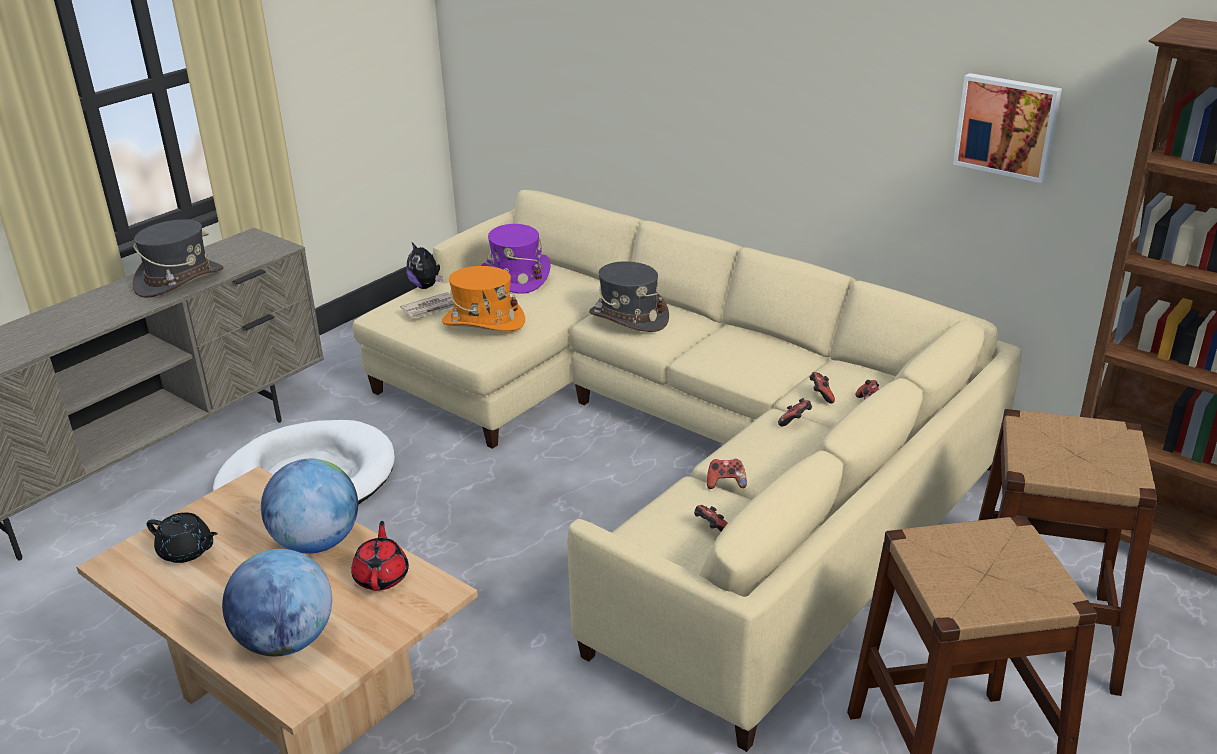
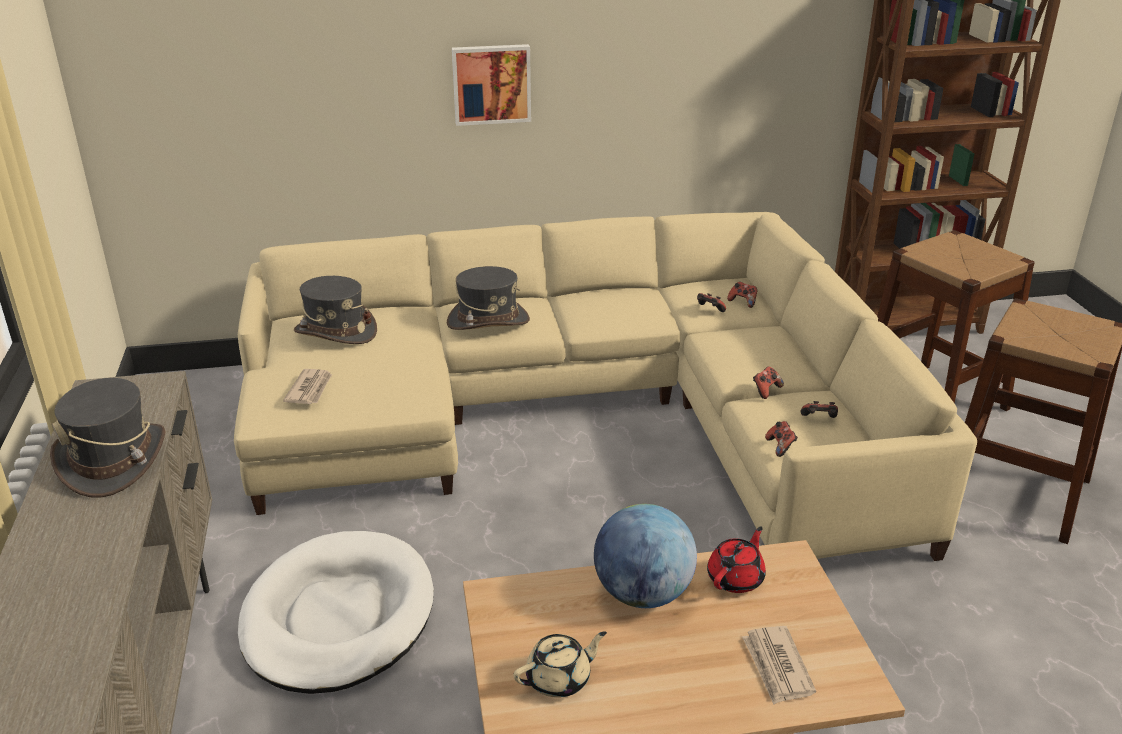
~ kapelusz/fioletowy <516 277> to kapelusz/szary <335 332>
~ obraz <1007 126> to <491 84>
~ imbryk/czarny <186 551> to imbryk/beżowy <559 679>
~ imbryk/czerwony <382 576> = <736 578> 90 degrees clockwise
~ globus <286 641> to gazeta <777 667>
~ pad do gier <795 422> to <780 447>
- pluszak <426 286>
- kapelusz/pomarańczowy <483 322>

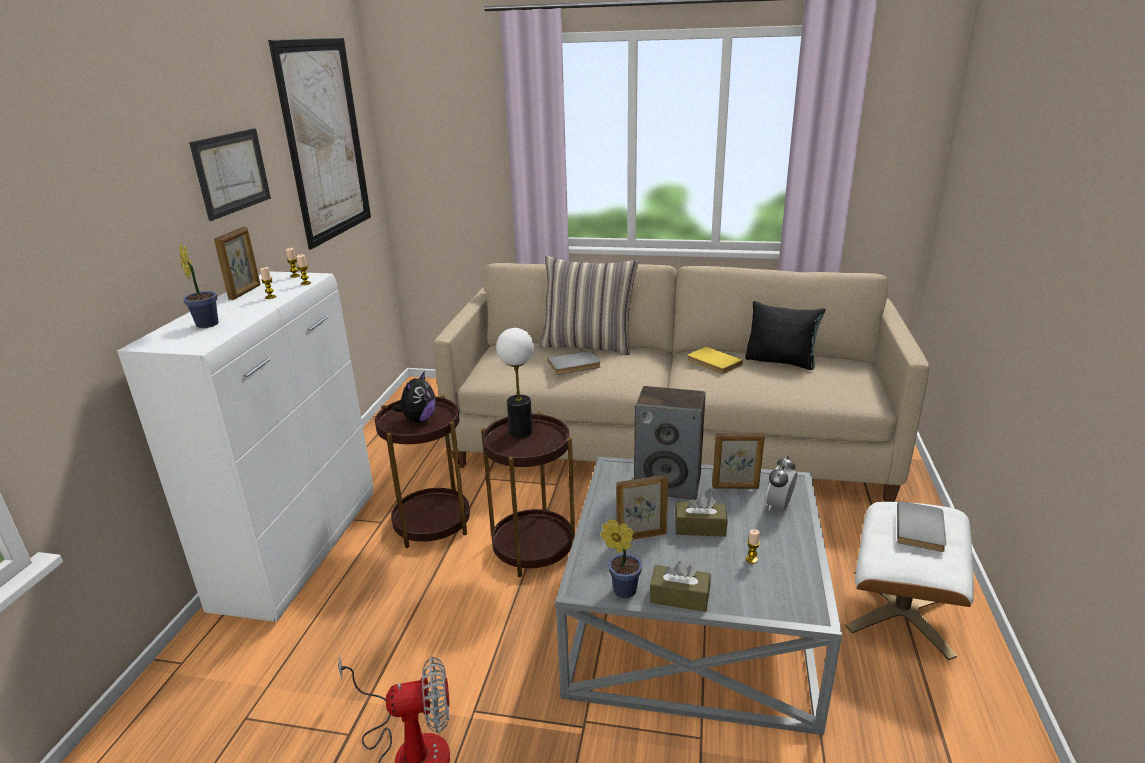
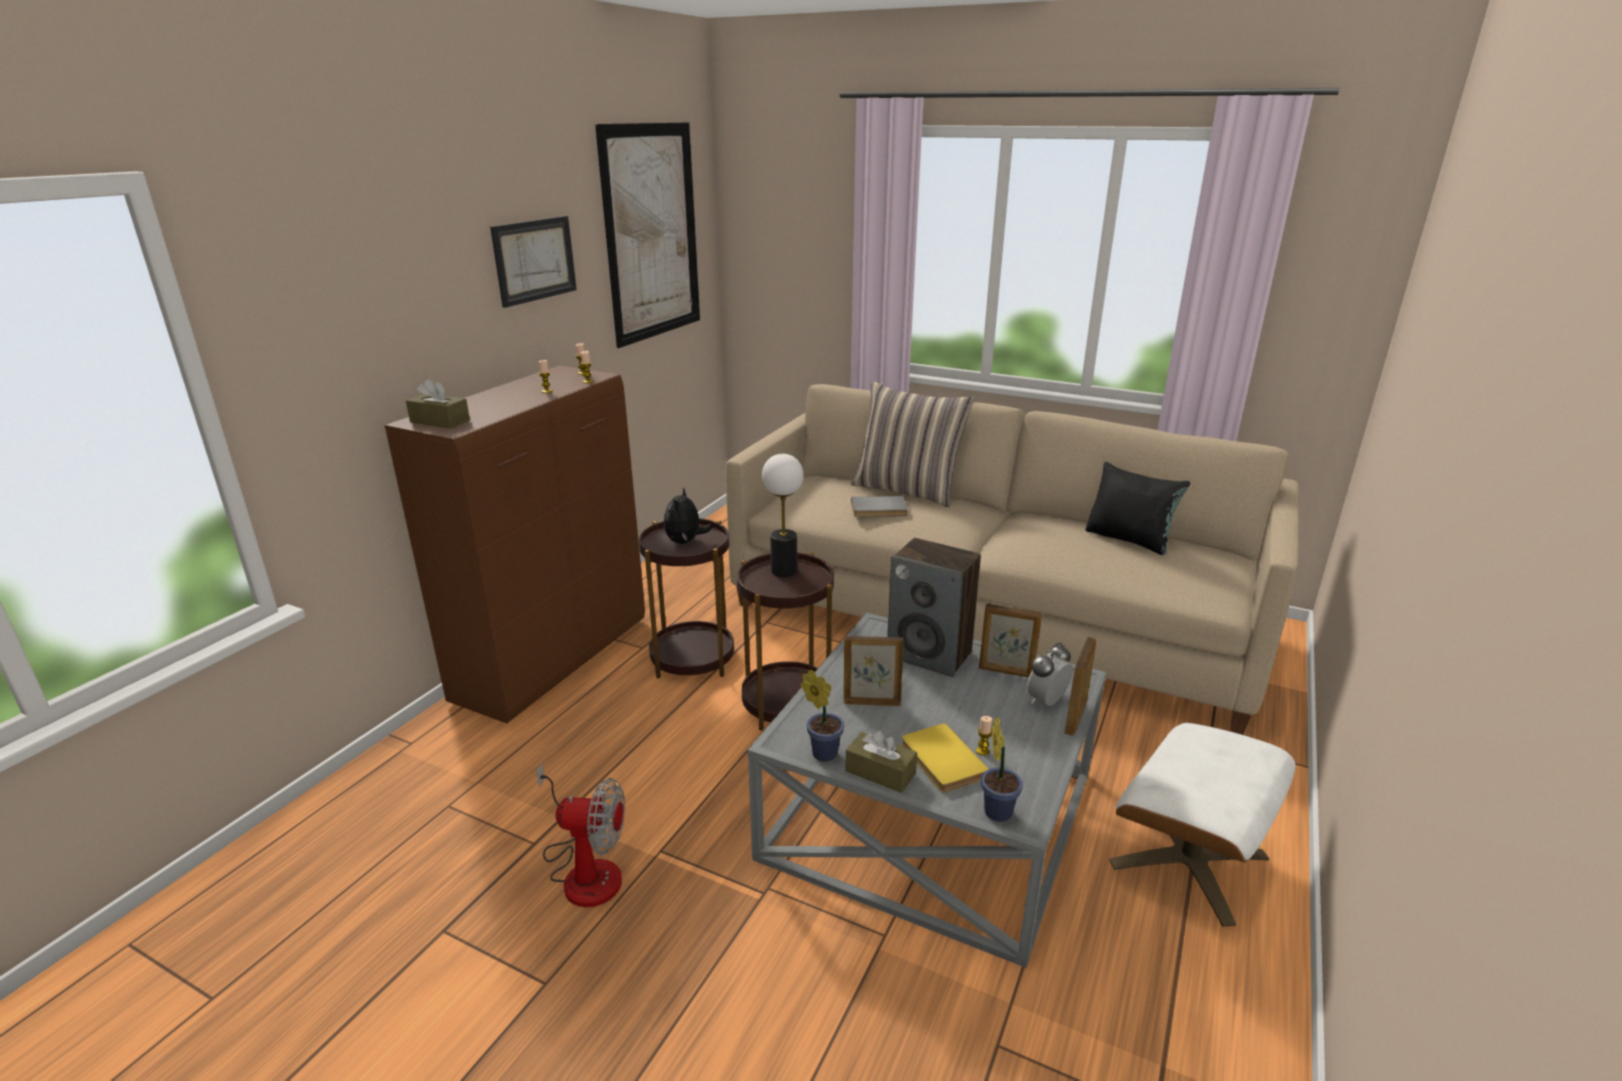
~ szafka/biały <300 549> to szafka/brązowy <555 659>
~ pudełko chusteczek/brązowy <700 527> to <440 421>
~ pluszak <418 419> = <685 541> 150 degrees clockwise
~ książka/żółty <713 363> to <940 761>
~ roślina doniczkowa <208 323> to <997 809>
~ ramka na zdjęcie <245 292> to <1075 718>
- książka/szary <922 529>

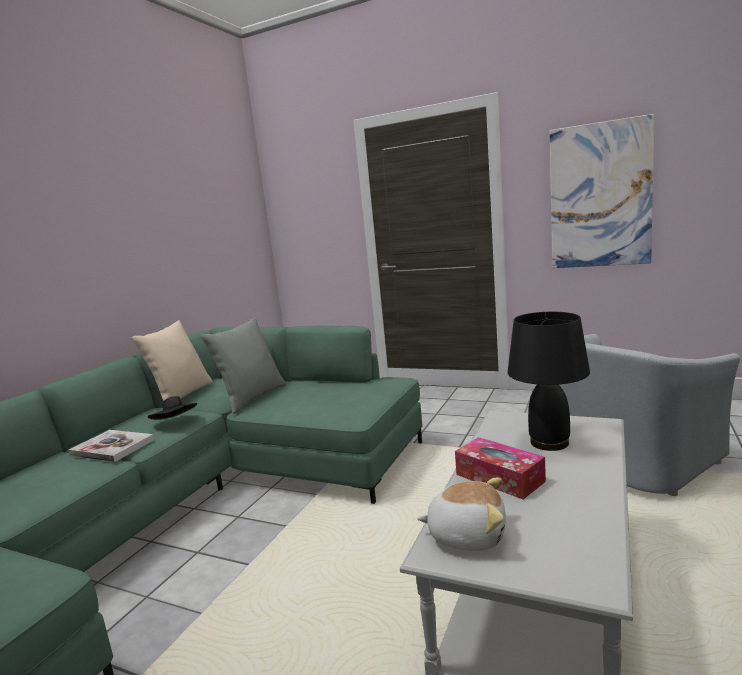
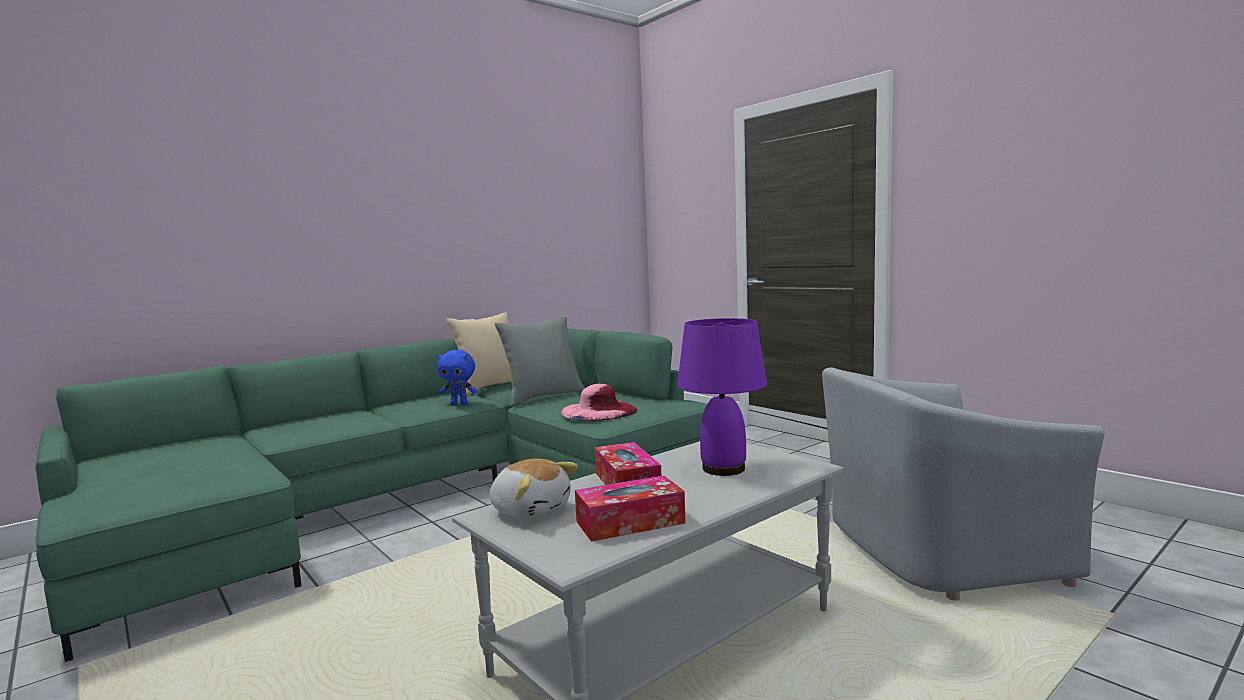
~ kapelusz/czarny <176 423> to pluszak/niebieski <459 404>
+ kapelusz/różowy <599 411>
+ pudełko chusteczek <630 522>
~ lampa stołowa/czarny <548 443> to lampa stołowa/fioletowy <722 469>
- książka <112 447>
- obraz <600 196>

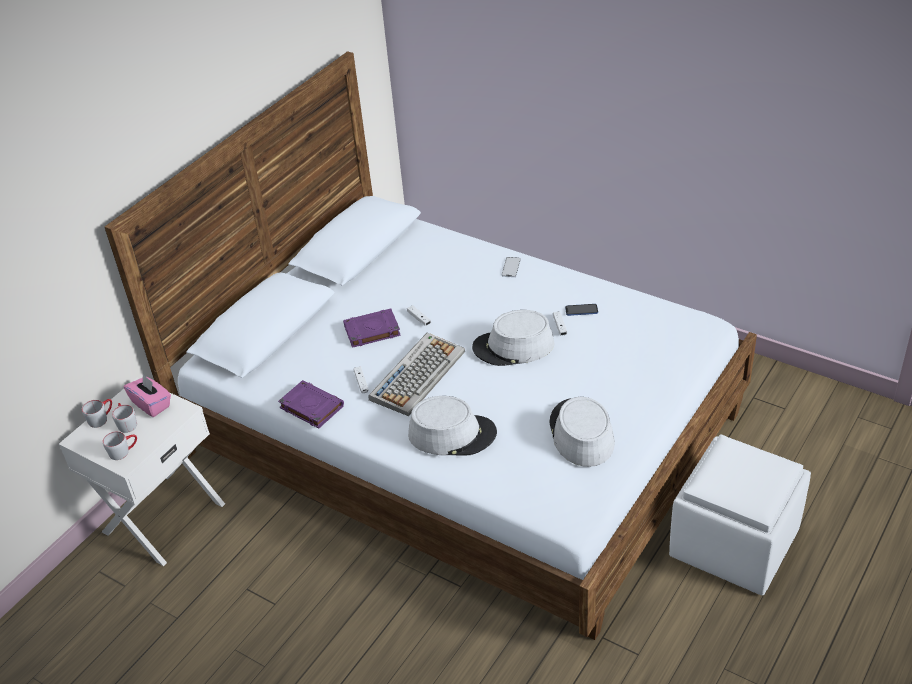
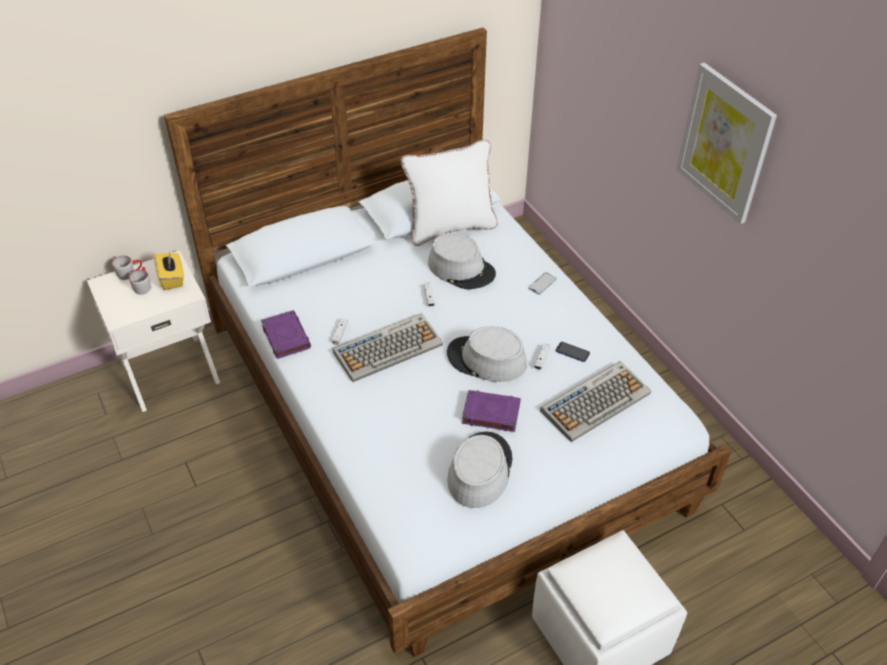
~ pudełko chusteczek/różowy <152 404> to pudełko chusteczek/żółty <172 278>
+ poduszka/biały <450 227>
~ kapelusz/szary <452 434> to <461 269>
~ książka/fioletowy <371 331> to <490 413>
+ klawiatura <595 401>
+ obraz <725 143>
- kubek/szary <124 451>

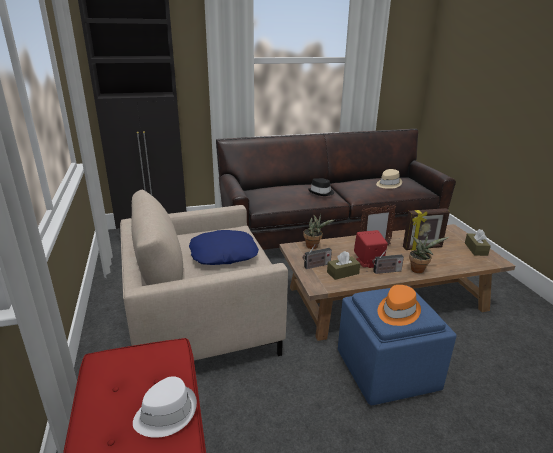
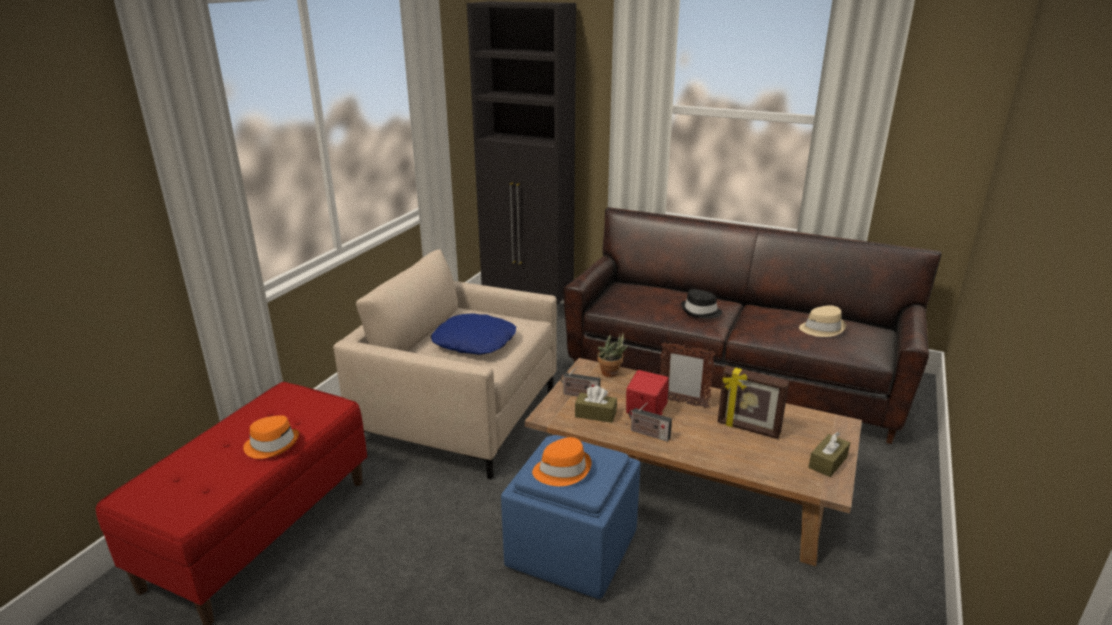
~ kapelusz/biały <166 413> to kapelusz/pomarańczowy <272 445>
- roślina doniczkowa <419 269>

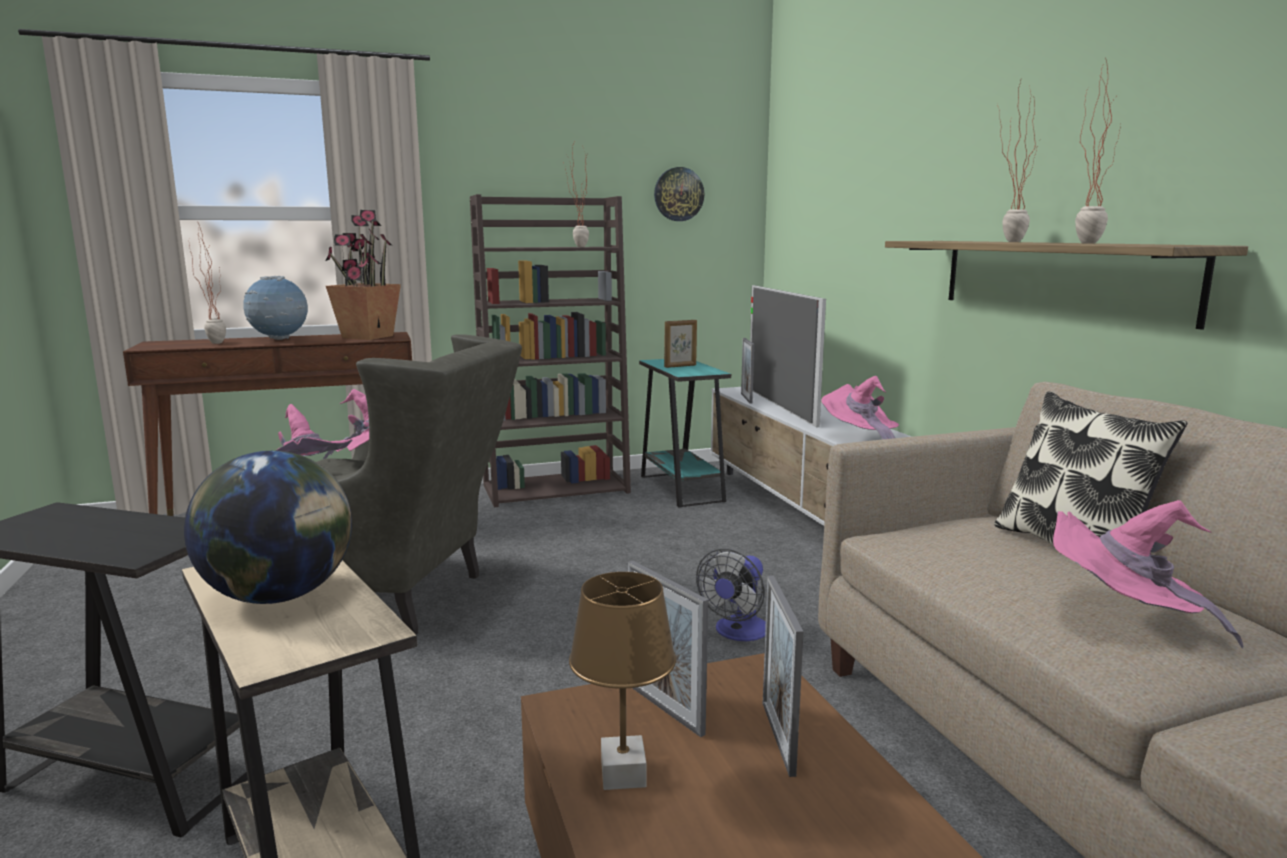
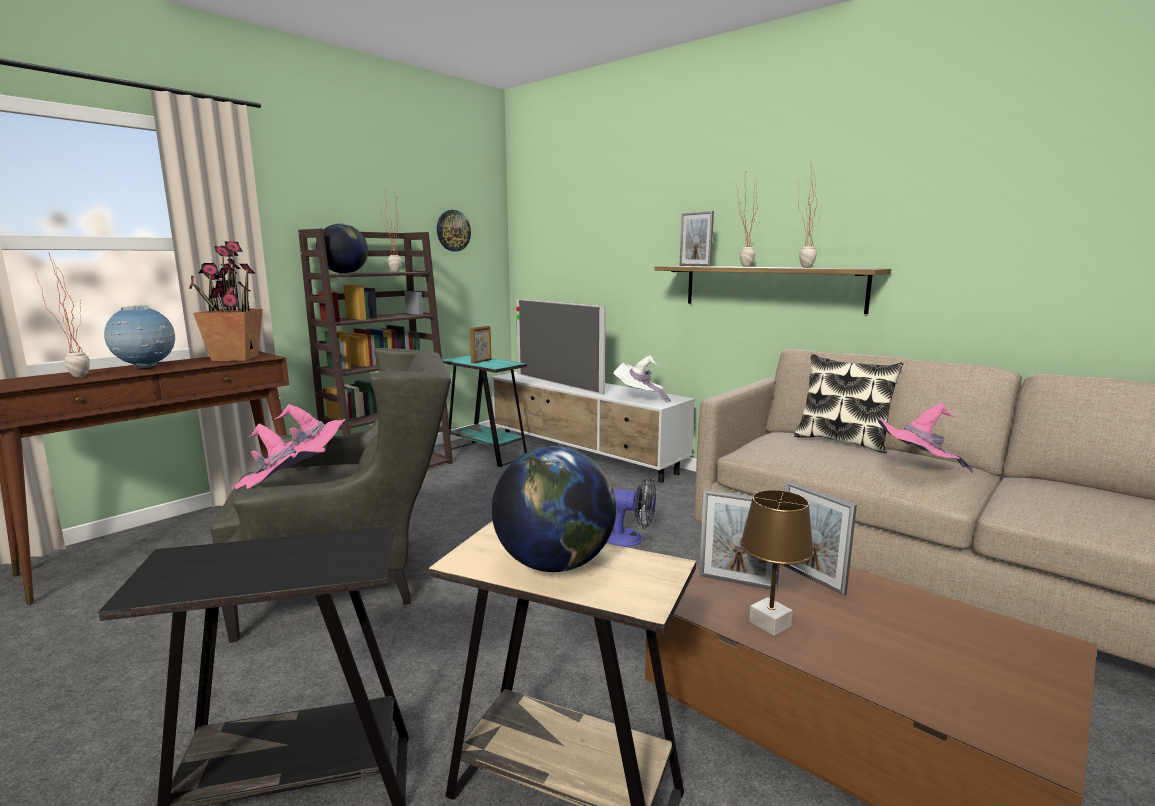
+ globus <344 273>
~ wentylator <737 632> = <631 539> 75 degrees counterclockwise
~ kapelusz/różowy <860 438> to kapelusz/biały <639 398>
~ ramka na zdjęcie <746 398> to <694 266>

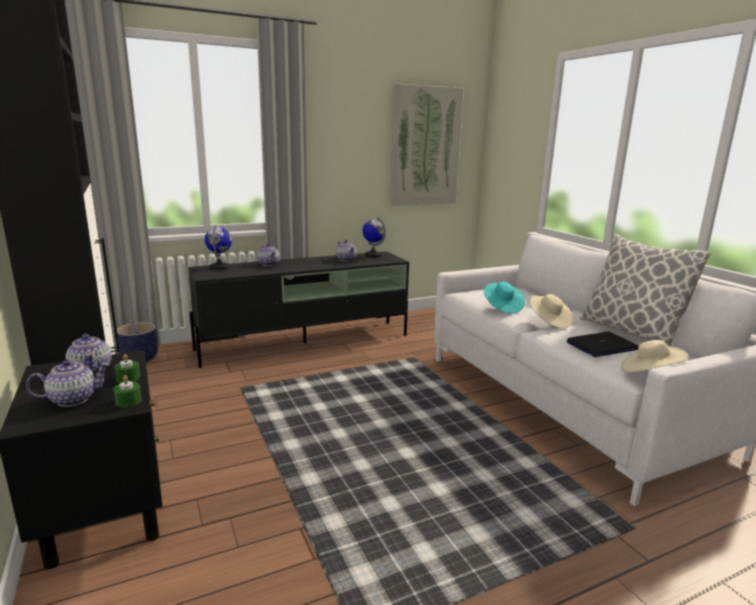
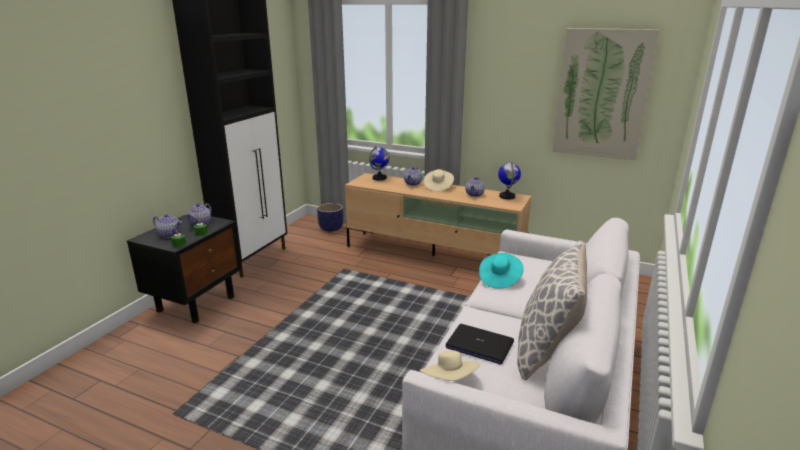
~ szafka pod telewizor/czarny <306 342> to szafka pod telewizor/beżowy <434 255>
~ kapelusz/beżowy <549 321> to <438 187>

